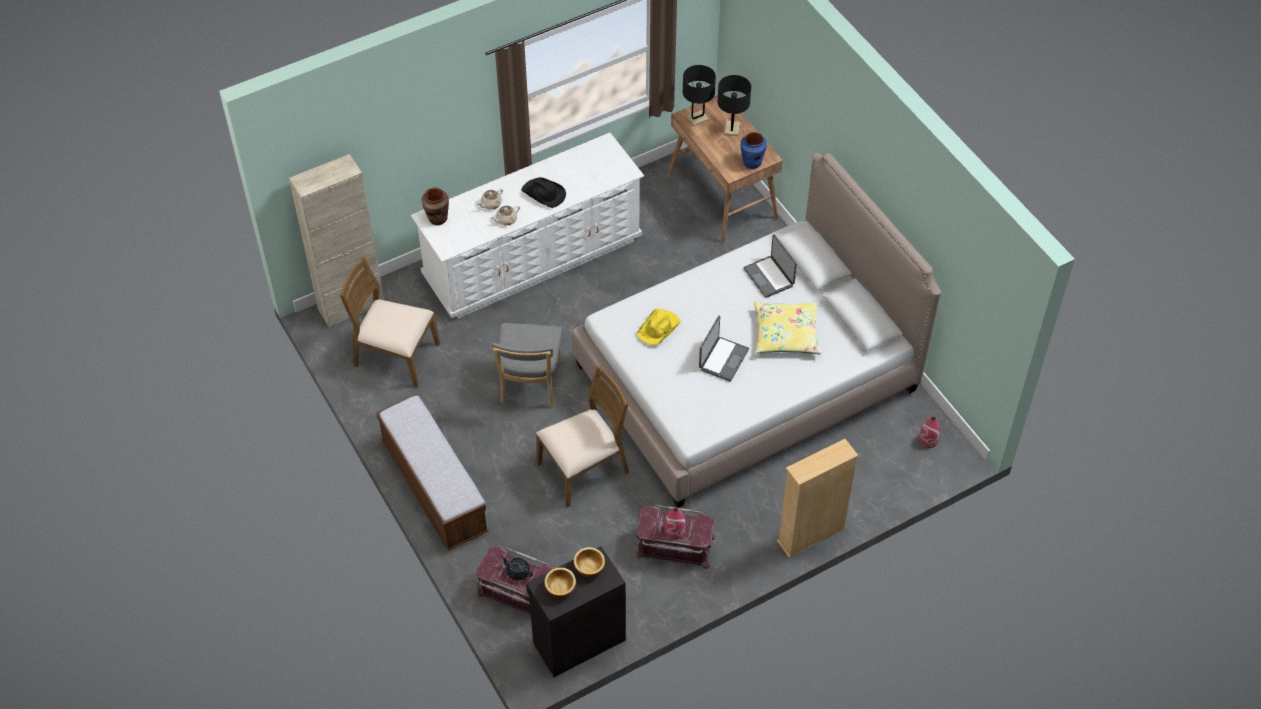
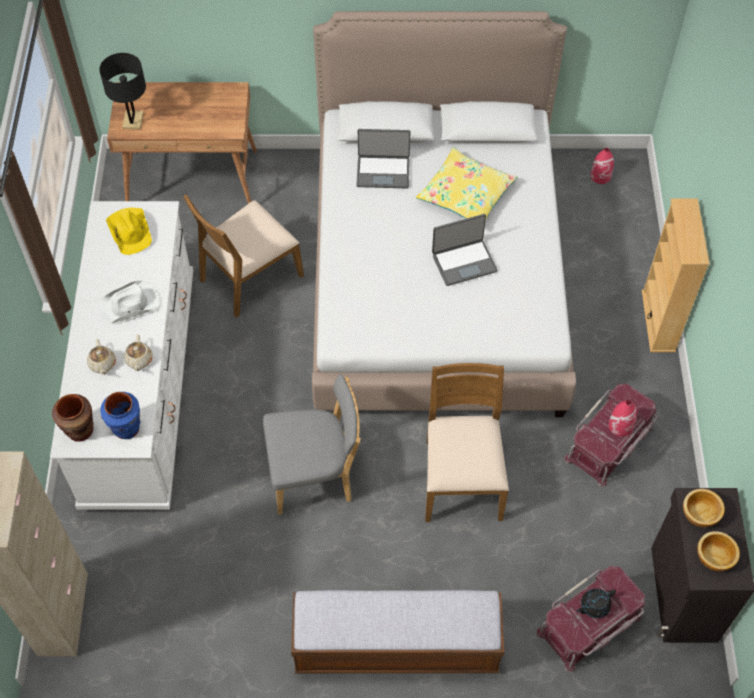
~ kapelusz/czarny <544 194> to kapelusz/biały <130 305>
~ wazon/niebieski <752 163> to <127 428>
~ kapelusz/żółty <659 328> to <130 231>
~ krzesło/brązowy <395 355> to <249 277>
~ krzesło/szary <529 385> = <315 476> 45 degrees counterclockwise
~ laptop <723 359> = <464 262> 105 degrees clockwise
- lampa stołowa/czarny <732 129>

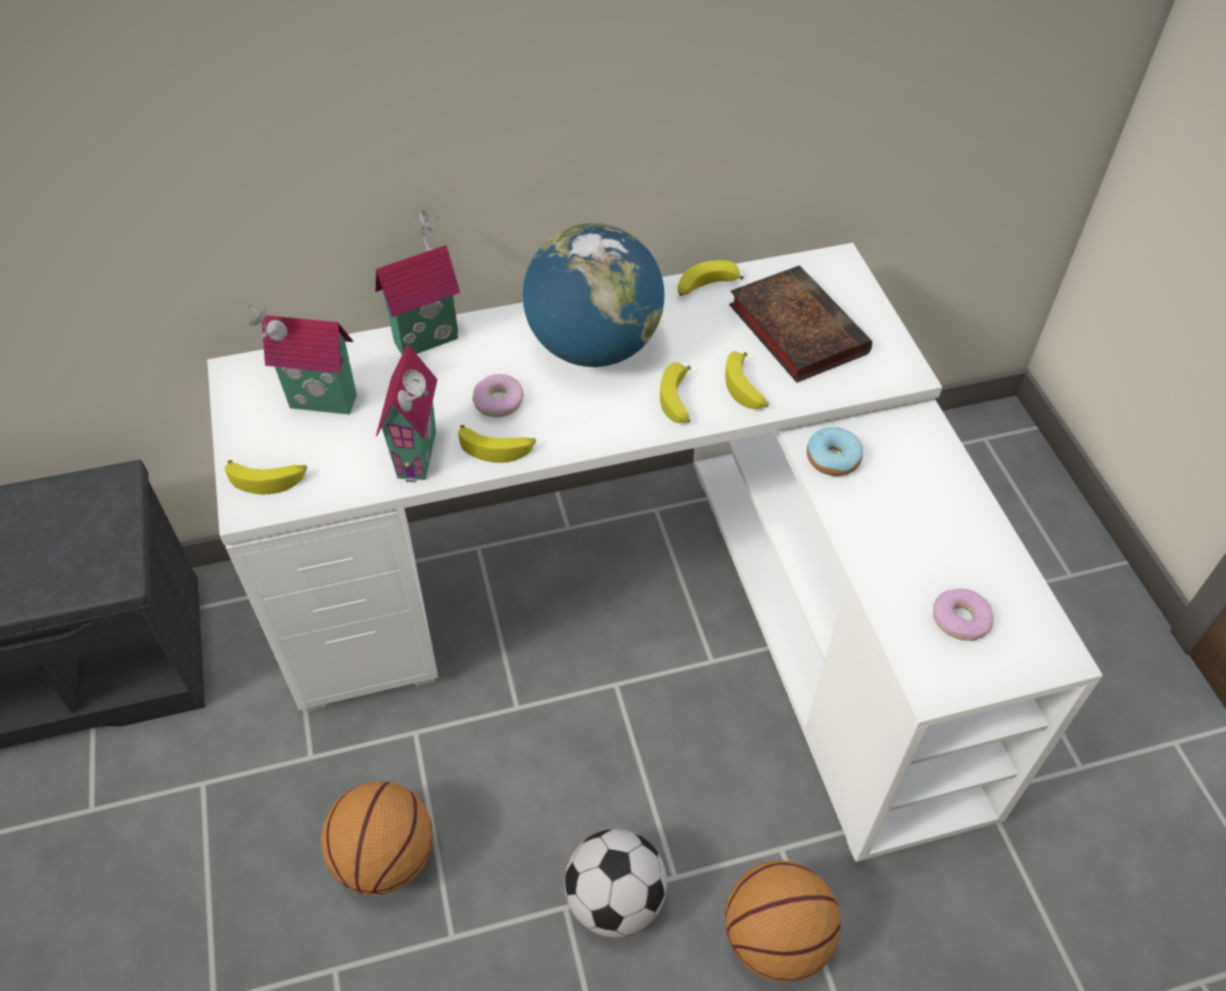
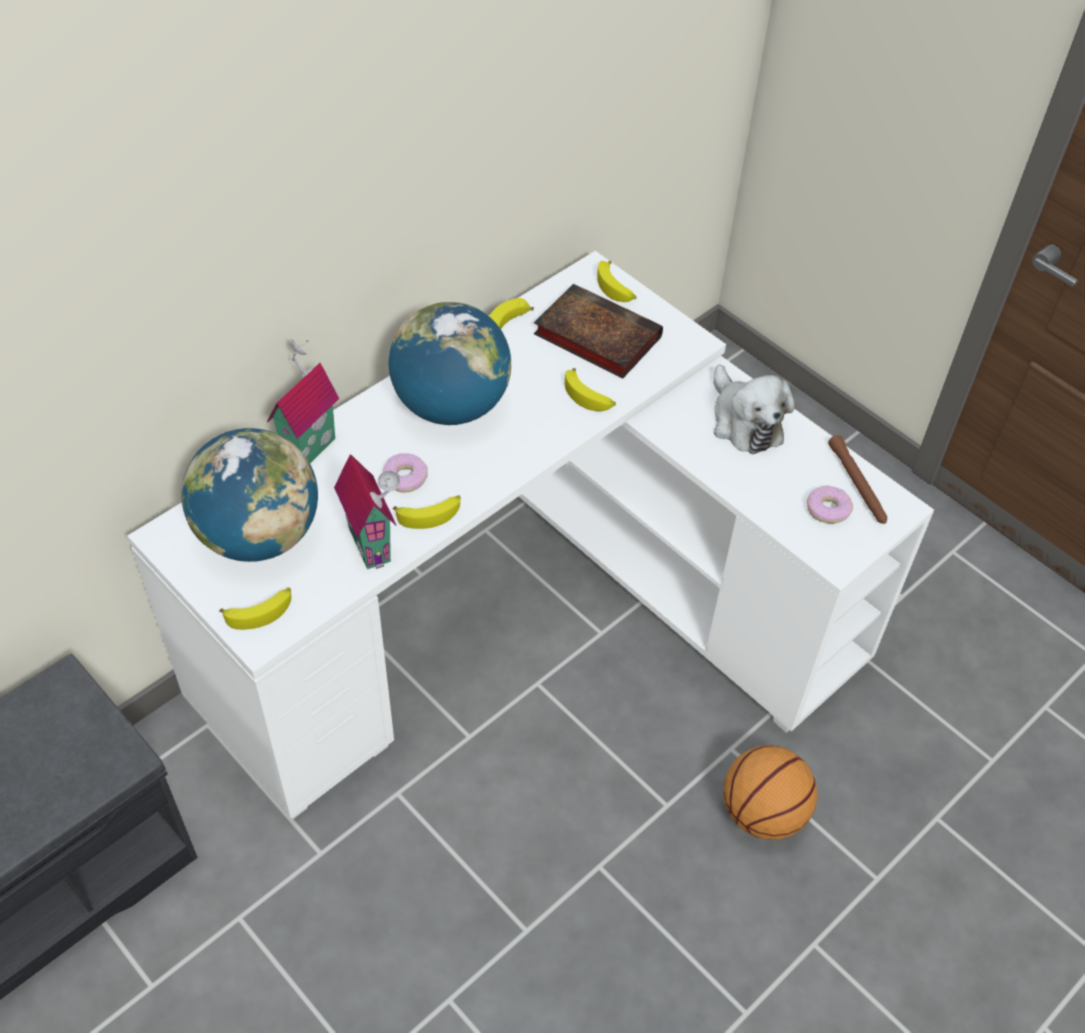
~ domek <321 404> to globus <259 535>
~ banan <678 401> to <615 288>
+ pluszak <744 421>
+ latarka/brązowy <857 485>
- piłka do koszykówki <385 856>
- piłka futbolowa <615 900>
- donut <833 459>

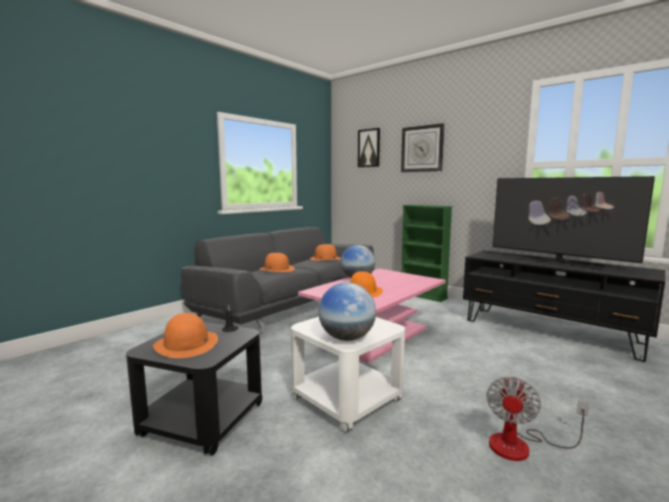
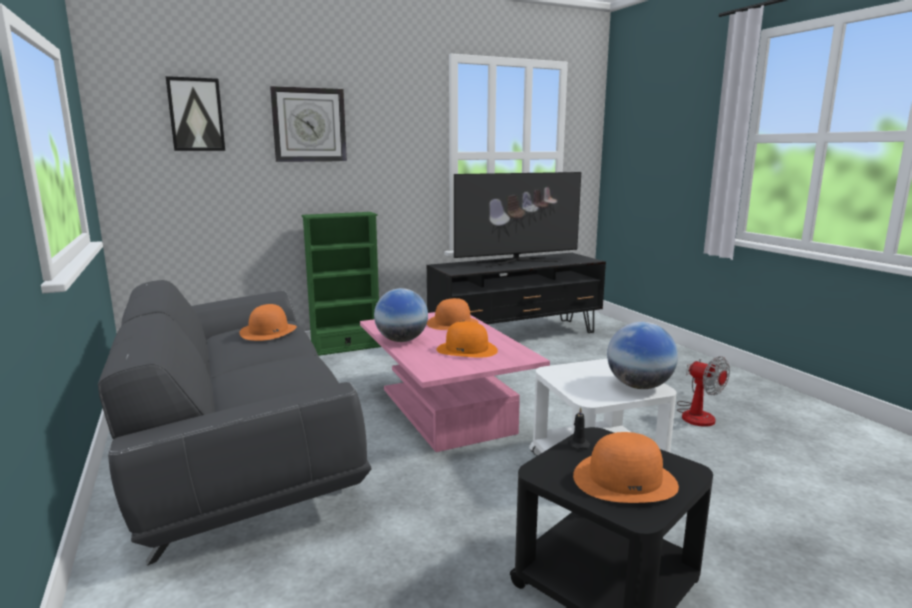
~ kapelusz/pomarańczowy <277 269> to <452 323>

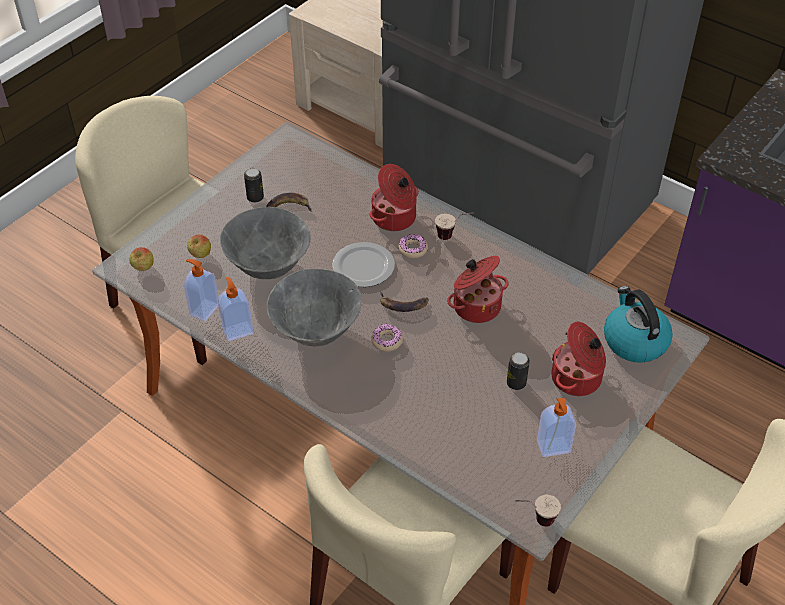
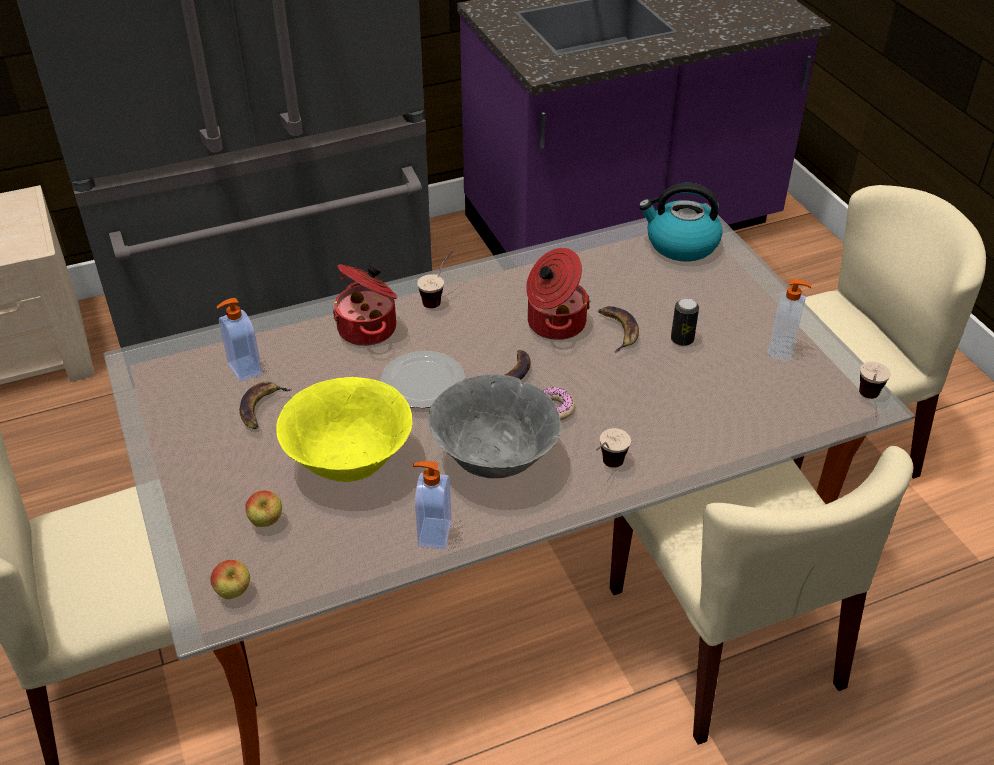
~ dozownik mydła <204 309> to <243 369>
~ miska/szary <269 268> to miska/żółty <351 464>
+ filiżanka <607 468>
+ banan <618 330>
- puszka <255 197>
- donut <413 249>
- garnek <577 379>

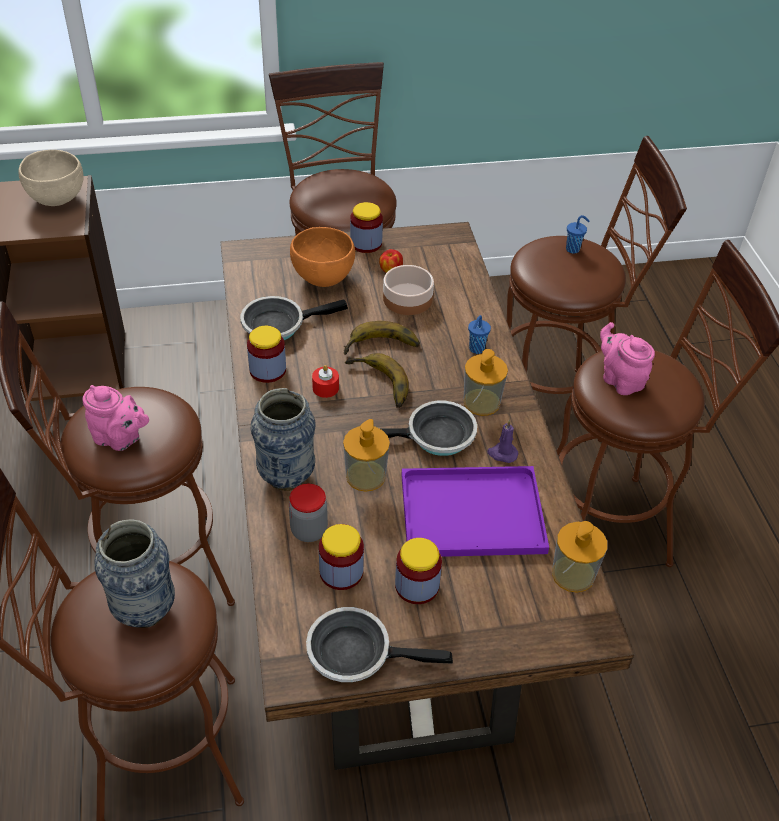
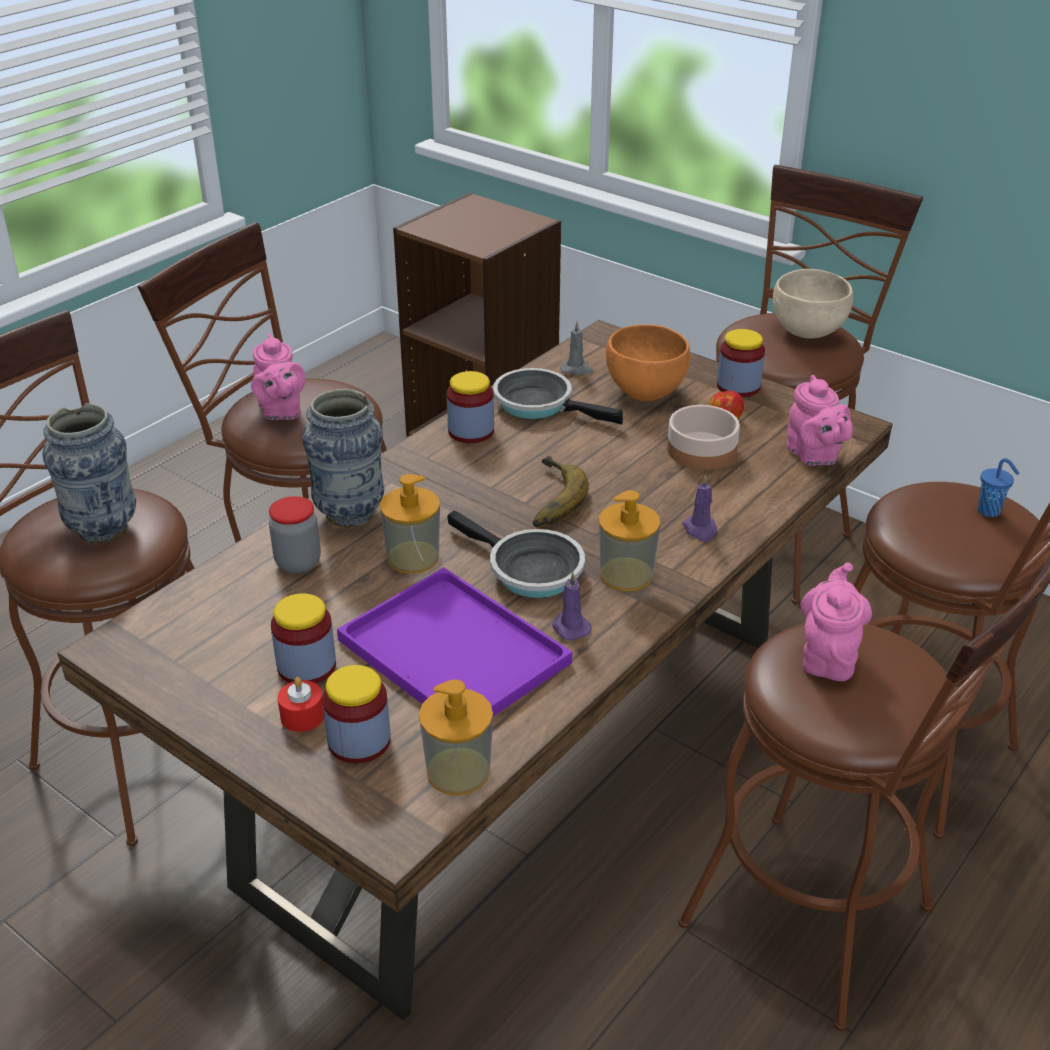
~ świeca/czerwony <325 388> to <302 716>
~ słoik <341 572> to <359 741>
+ świeca/szary <577 369>
~ filiżanka/niebieski <476 349> to świeca/fioletowy <700 530>
~ miska/beżowy <56 199> to <807 331>
+ imbryk/różowy <814 456>
- patelnia <356 652>
- banan <382 348>

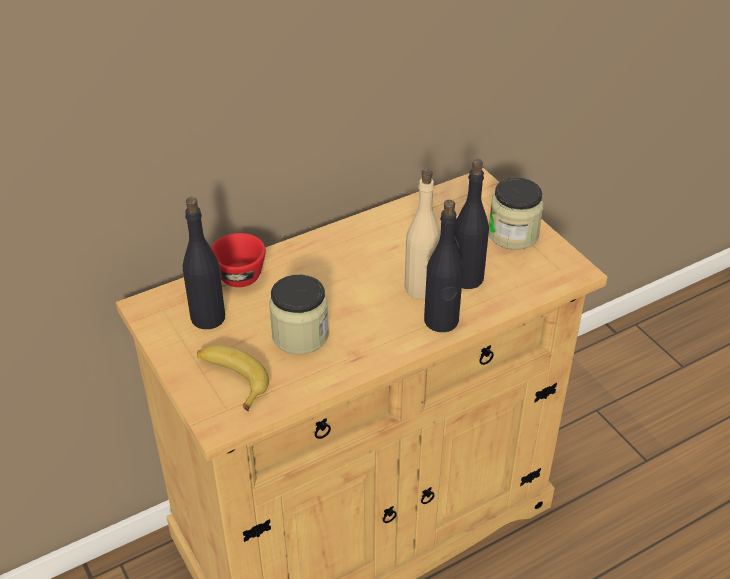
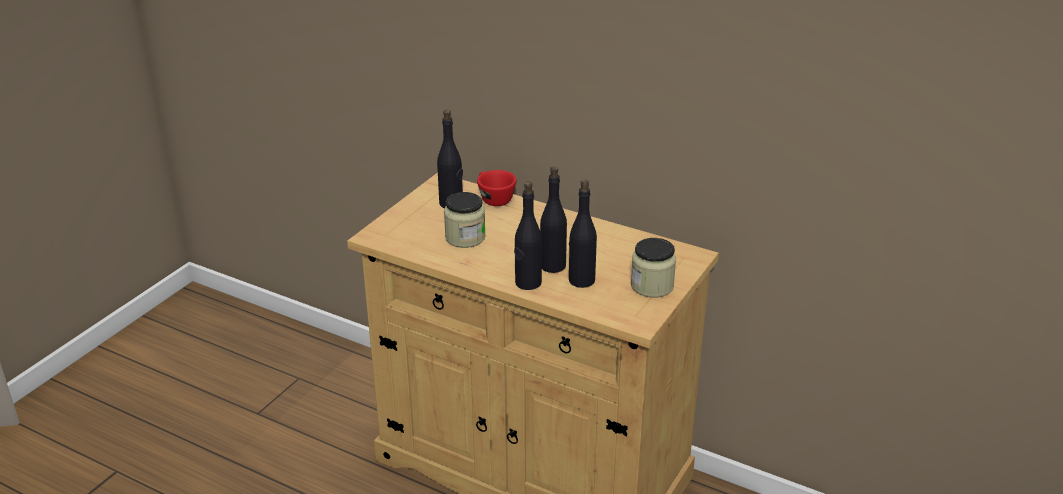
~ butelka/beżowy <421 287> to butelka/czarny <553 265>
- banan <231 379>

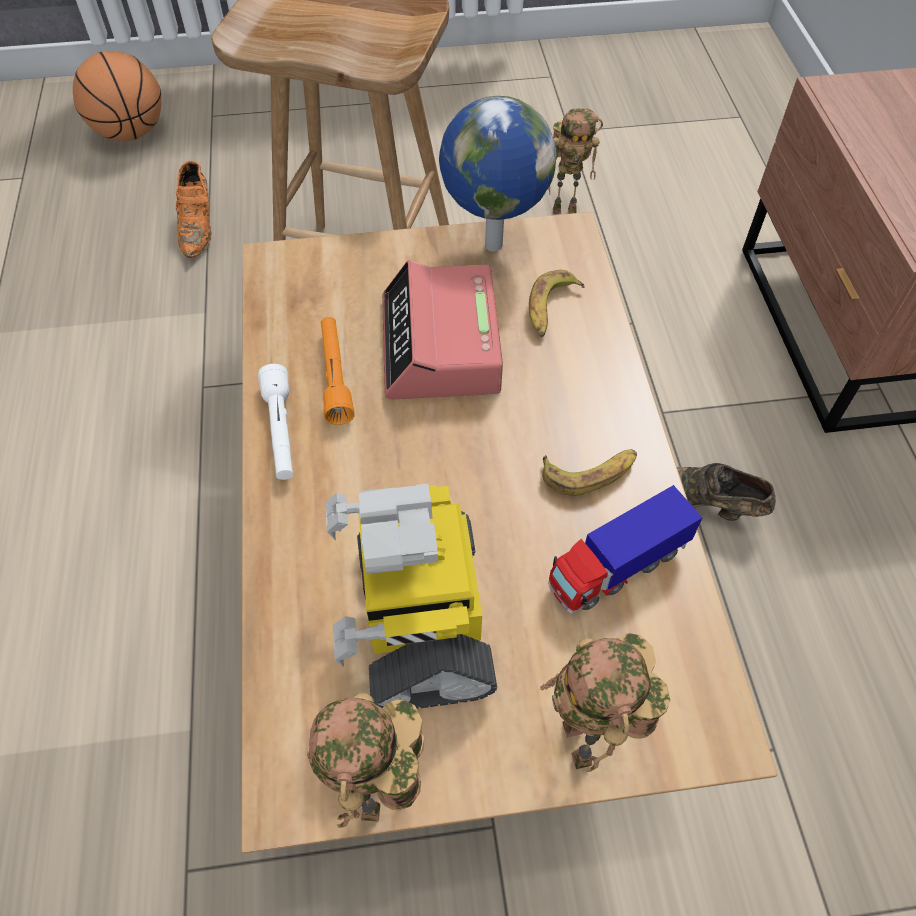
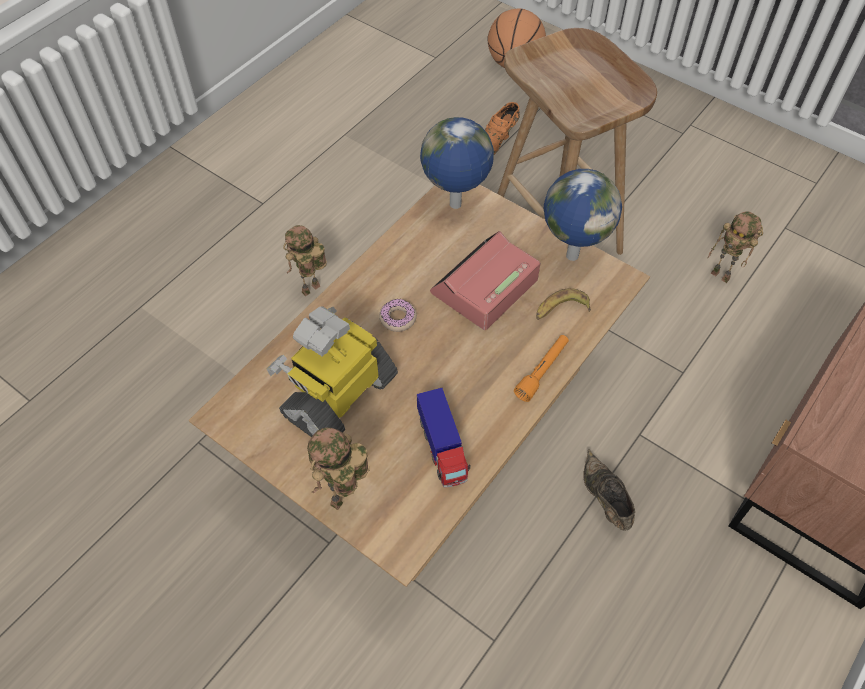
~ robot zabawkowy <378 799> to <311 291>
+ donut <398 318>
~ ciężarówka zabawkowa <616 568> = <442 448> 120 degrees counterclockwise
+ globus <455 205>
~ latarka/pomarańczowy <335 376> to <542 371>
- latarka/biały <281 431>
- banan <590 472>

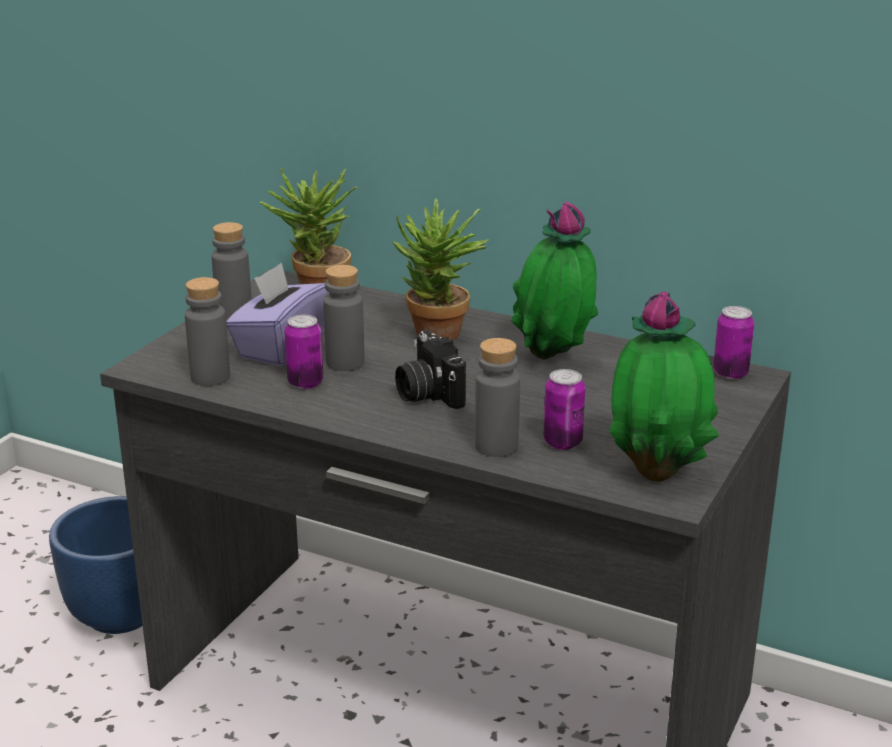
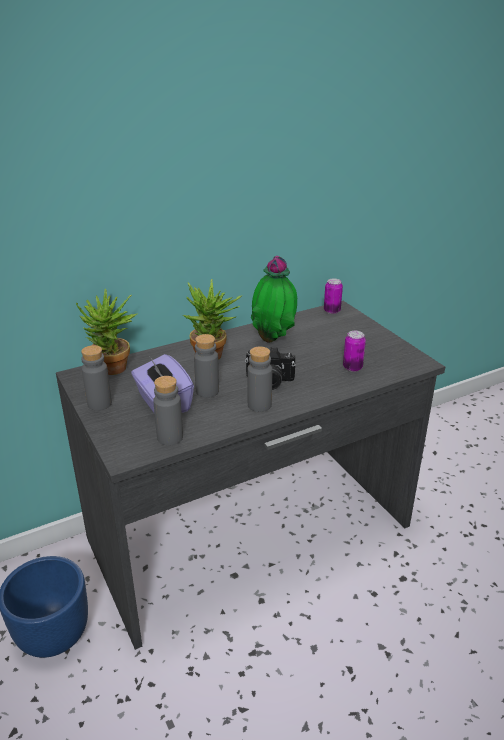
~ butelka/szary <496 446> to <259 405>
- puszka <305 383>
- roślina doniczkowa <657 472>

